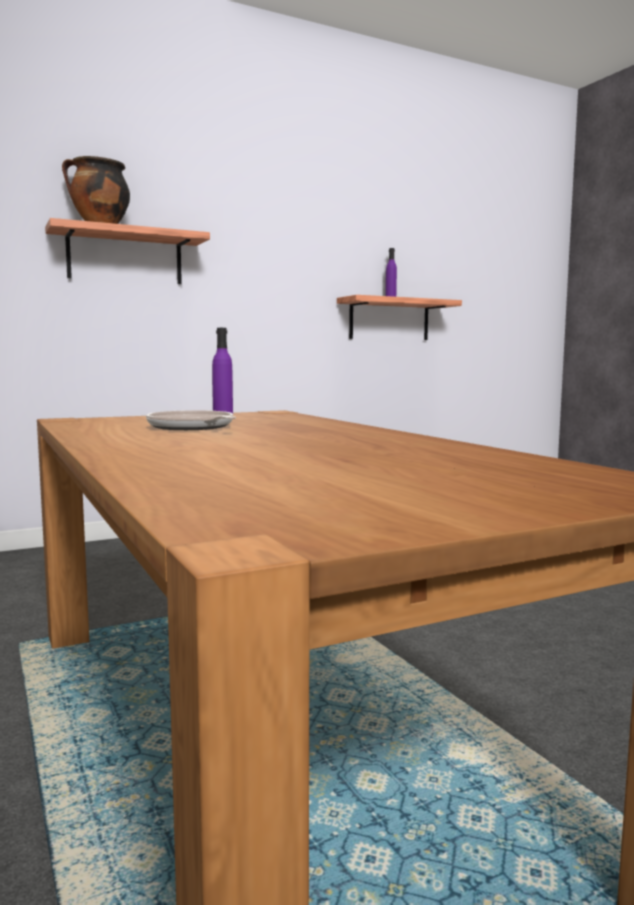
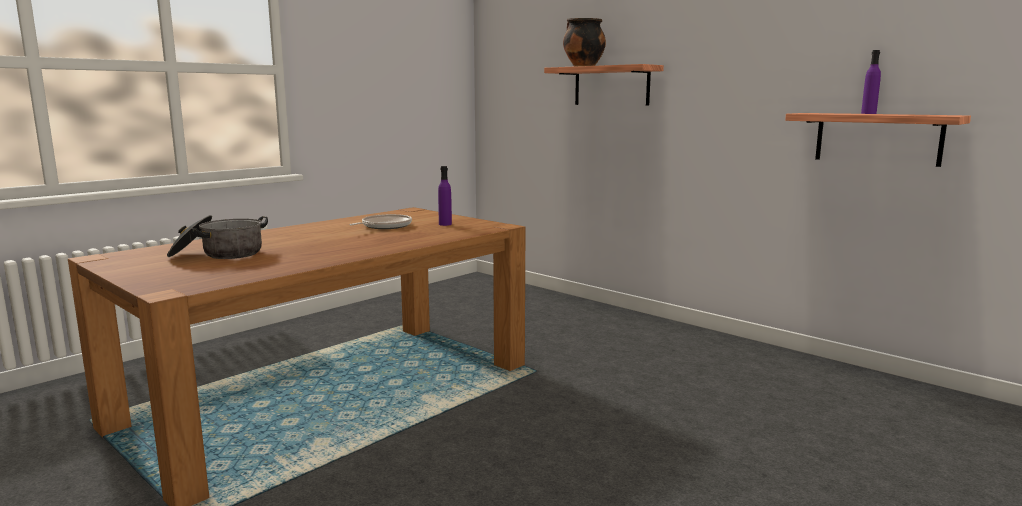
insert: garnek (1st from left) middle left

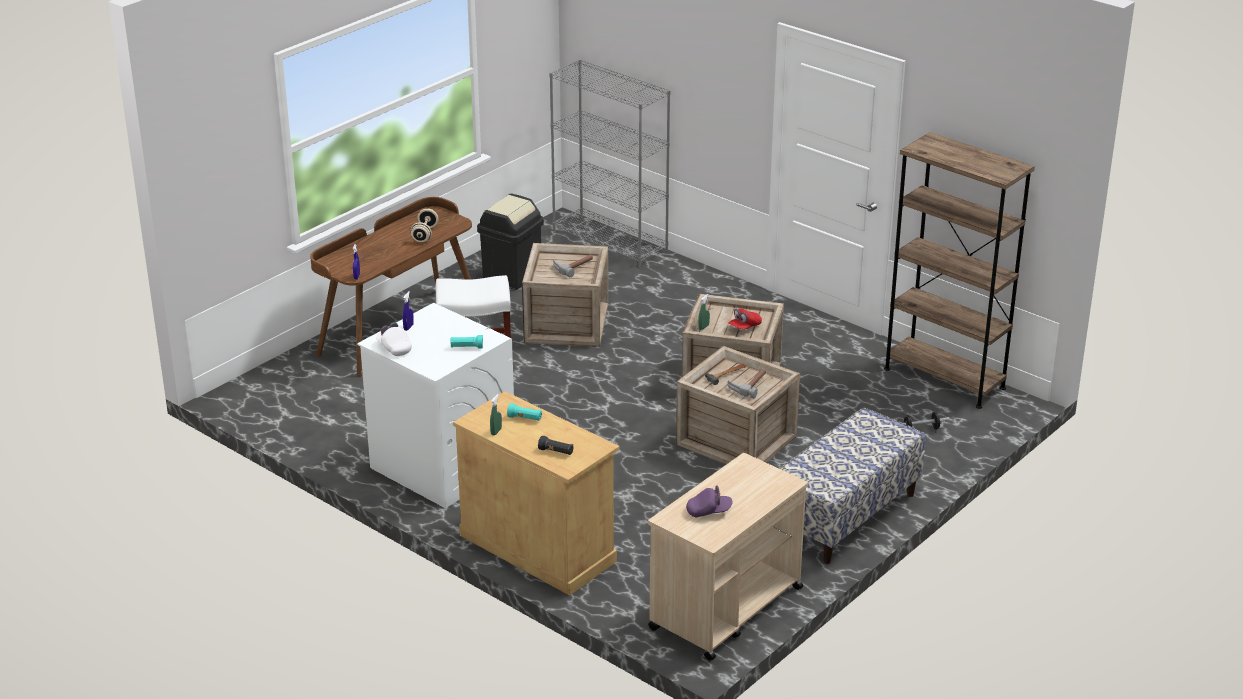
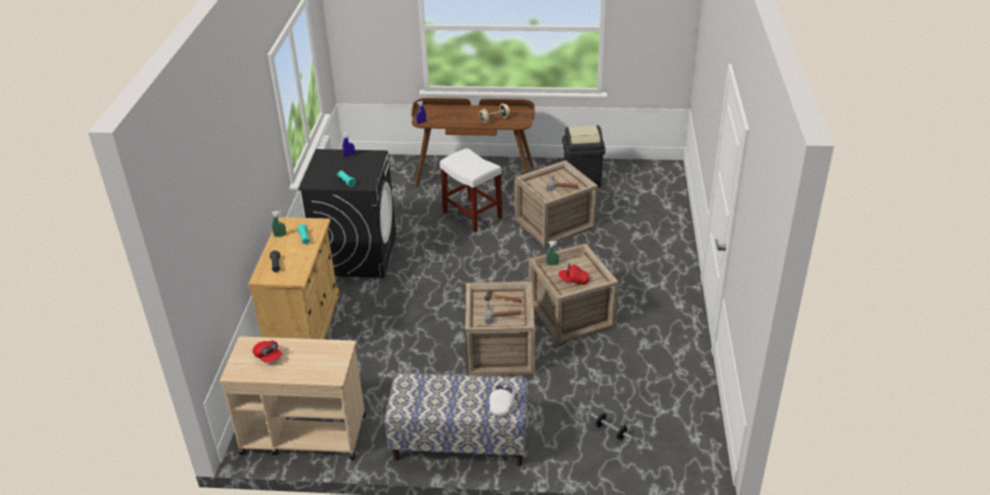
delete: regał/szary top centre; regał/brązowy middle right
move: czapka z daszkiem/biały middle left to bottom centre
recolor: pralka/biały centre to pralka/czarny centre; czapka z daszkiem/fioletowy bottom centre to czapka z daszkiem/czerwony (1st from left) bottom left

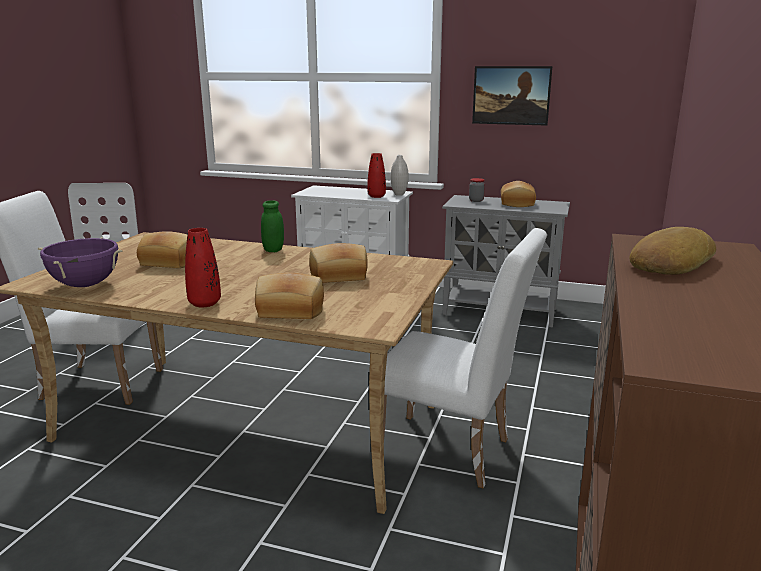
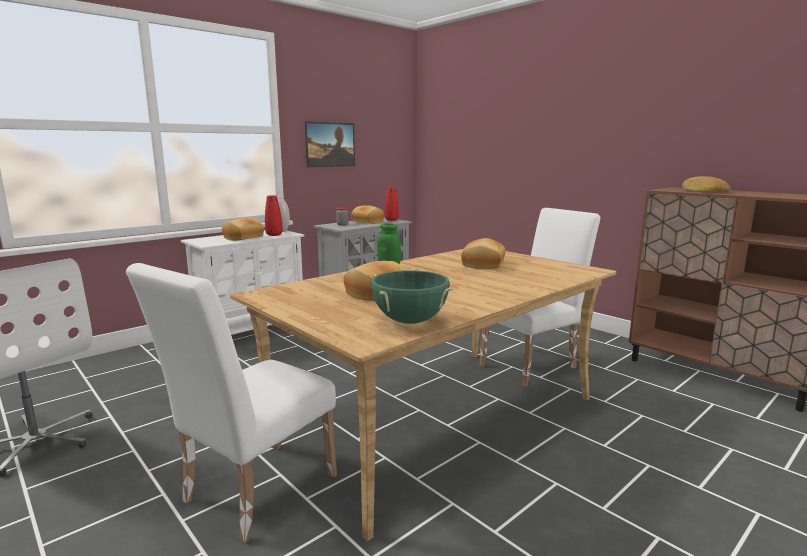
move: wazon/czerwony (1st from left in the first image) middle left to wazon/czerwony (2nd from left) centre; chleb (2nd from left in the first image) centre to chleb (1st from left) middle left
recolor: garnek/fioletowy middle left to garnek/zielony centre

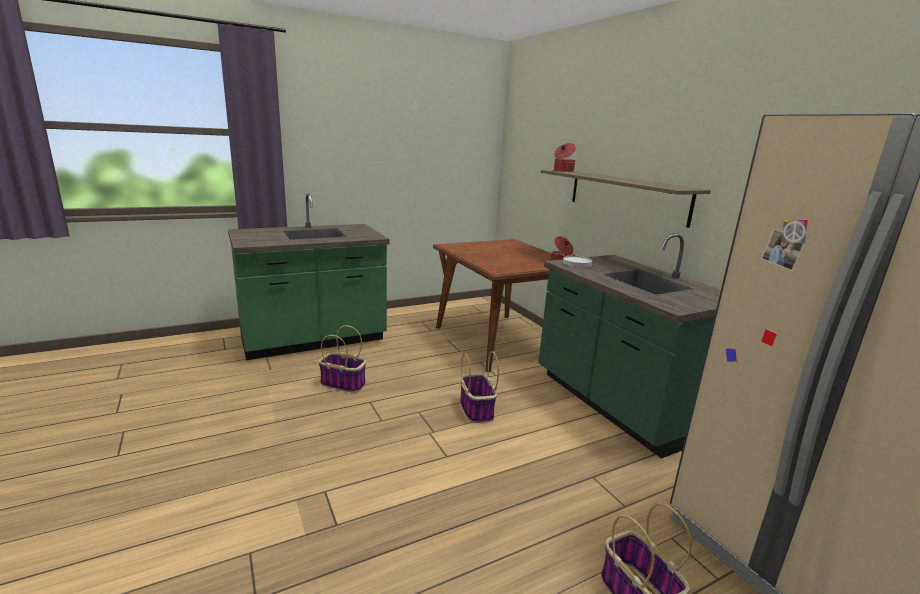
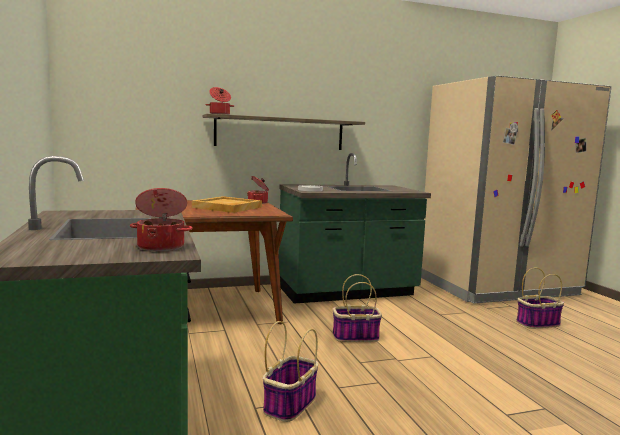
insert: garnek (1st from left) middle left; taca/beżowy centre

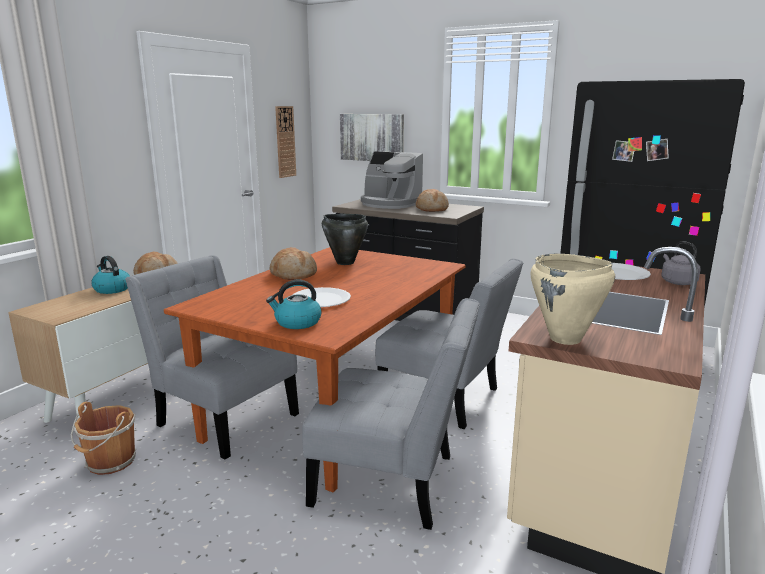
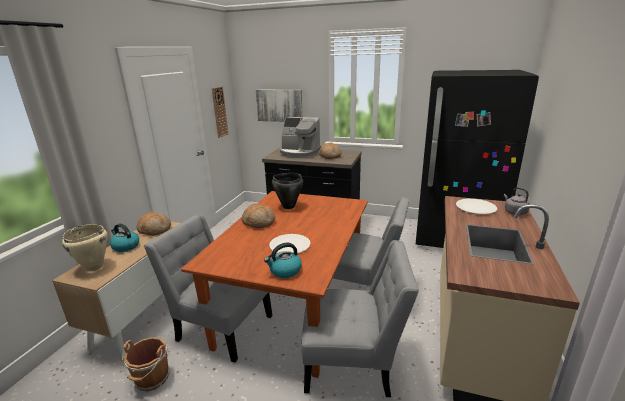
move: garnek/beżowy middle right to middle left

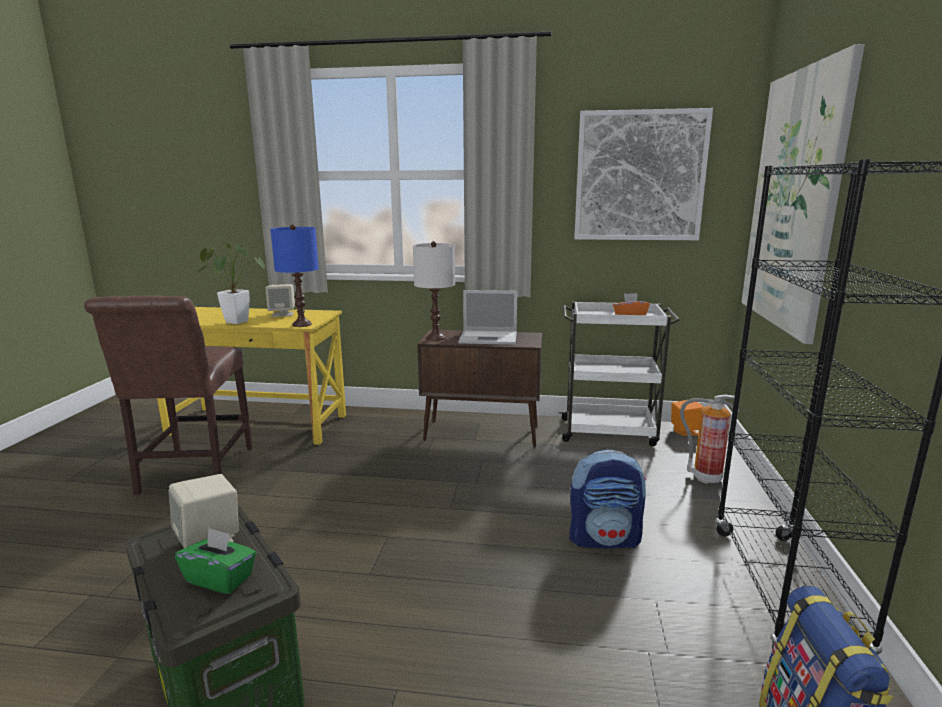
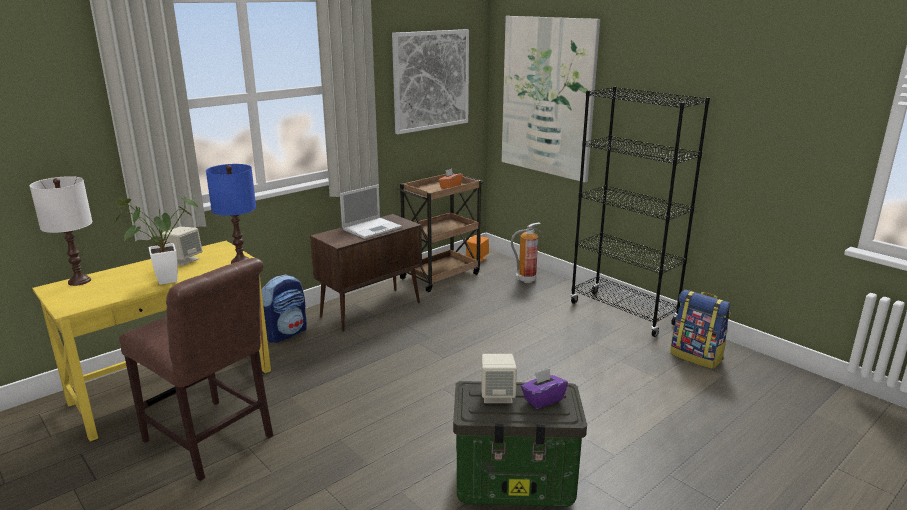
move: lampa stołowa/biały centre to middle left; plecak (1st from left) bottom centre to middle left
recolor: wózek/biały centre to wózek/brązowy centre; pudełko chusteczek/zielony bottom left to pudełko chusteczek/fioletowy bottom centre

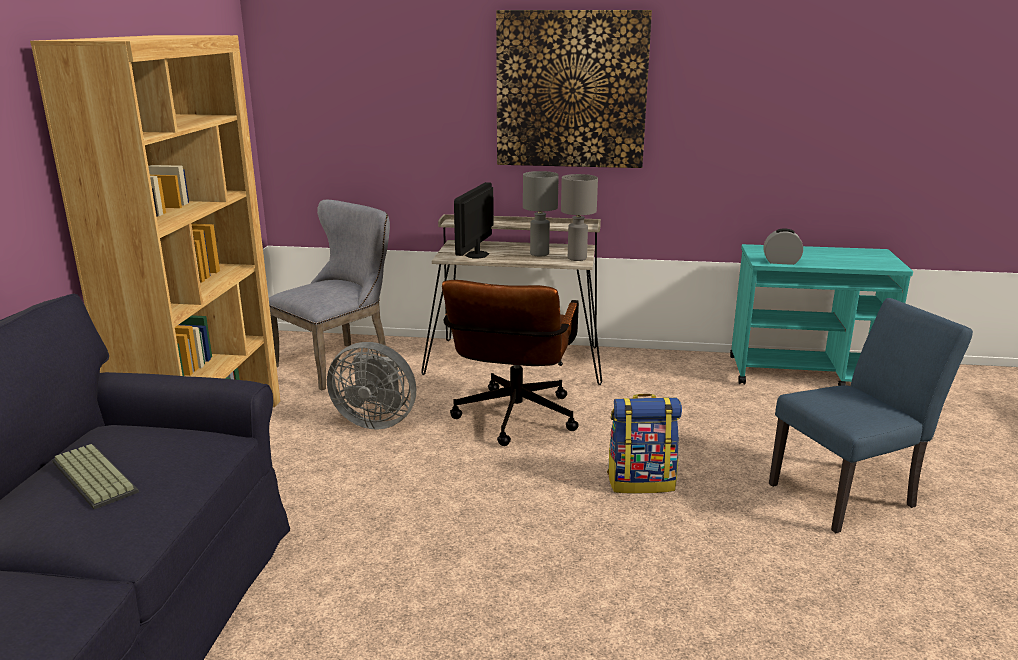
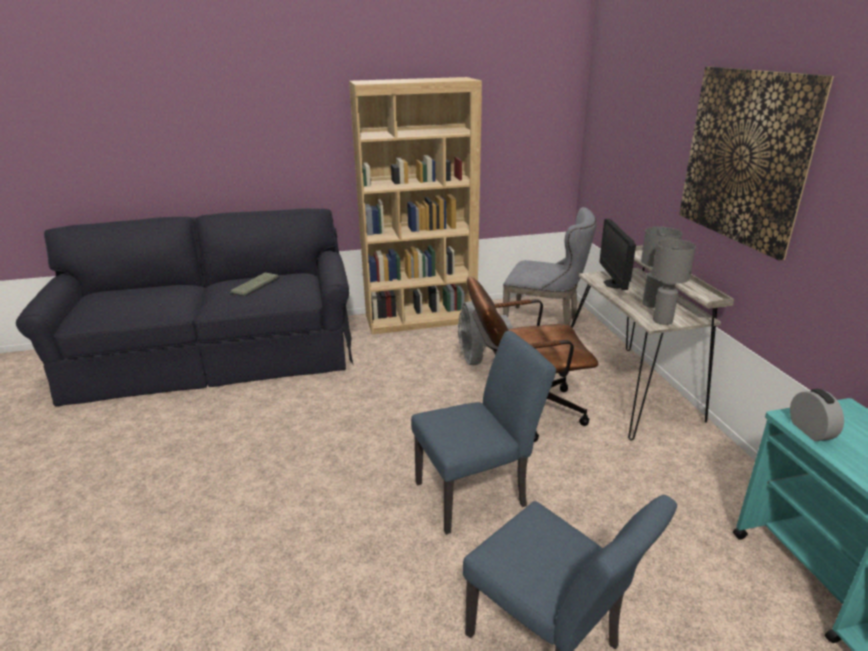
replace: plecak bottom centre to krzesło/niebieski (1st from left) centre
rotate: monitor centre = middle right 90 degrees counterclockwise

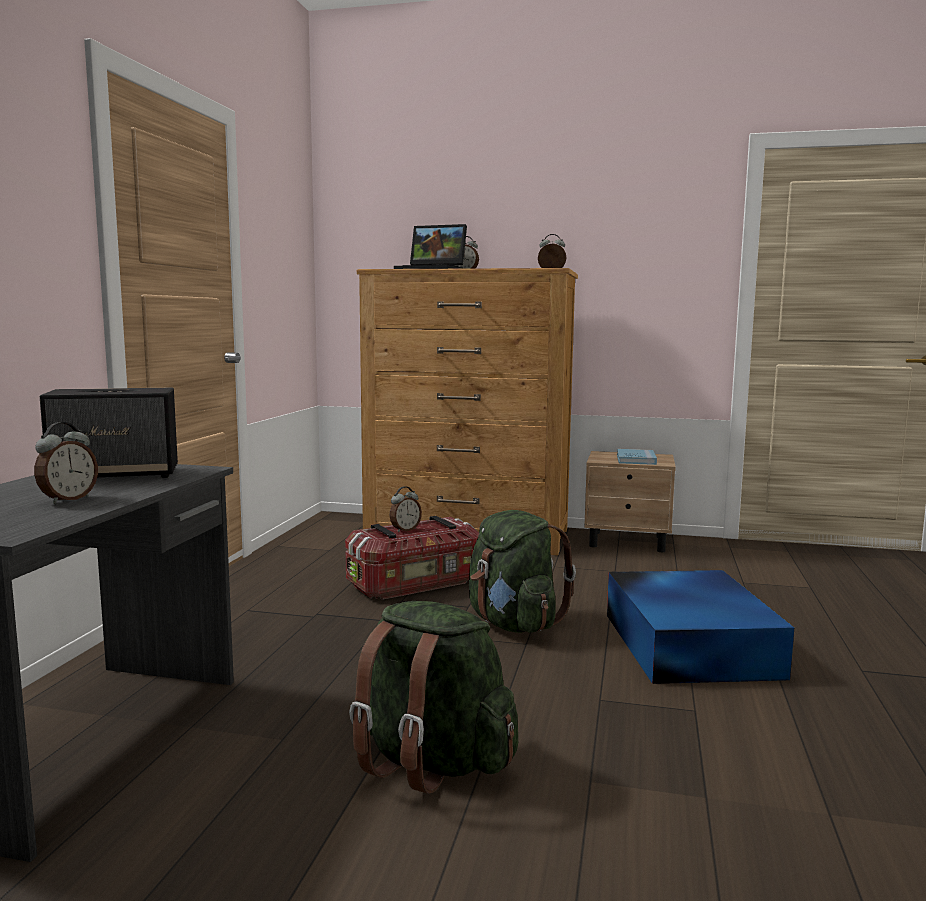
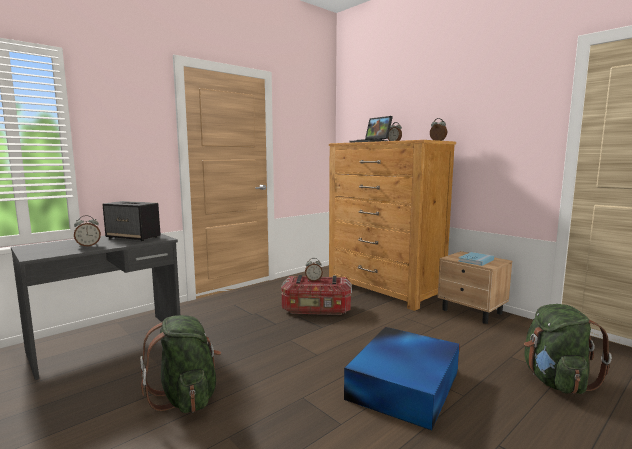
move: plecak/zielony (2nd from left) centre to bottom right

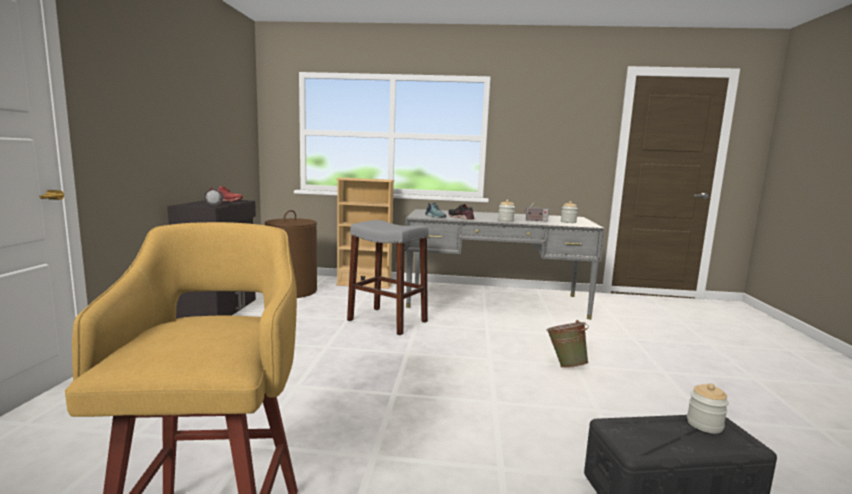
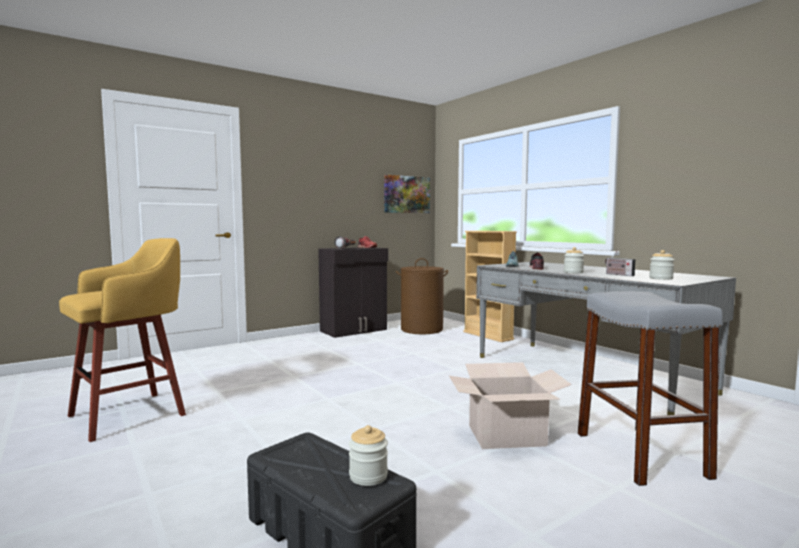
insert: obraz centre
move: stołek/szary centre to bottom right
replace: wiadro/zielony bottom centre to karton bottom centre

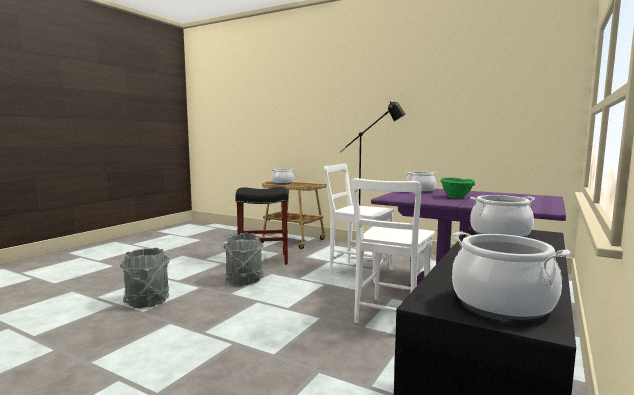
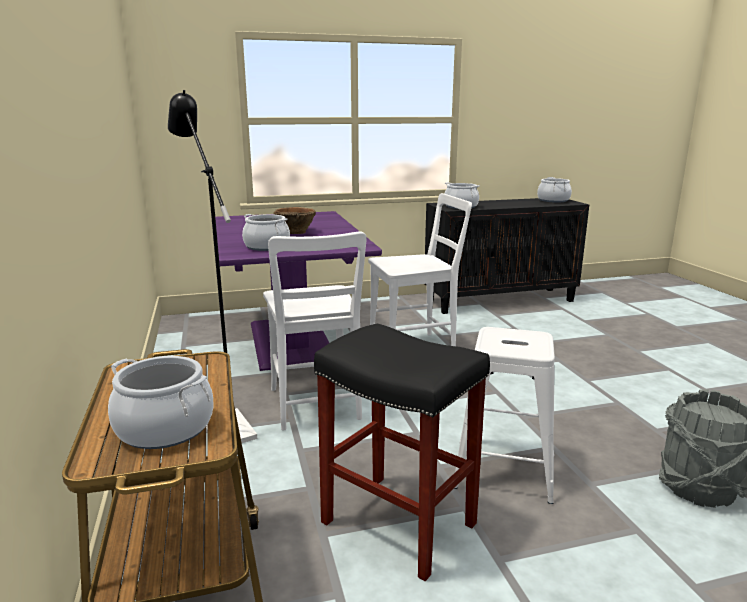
replace: wiadro/szary (2nd from left) centre to stołek/biały bottom right
recolor: miska/zielony middle right to miska/brązowy centre

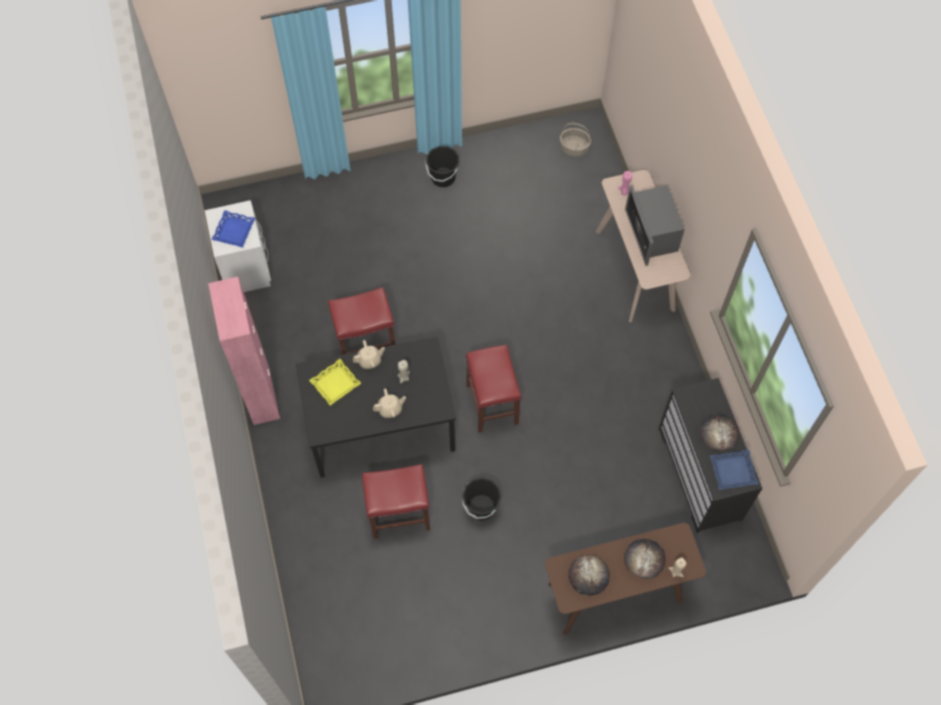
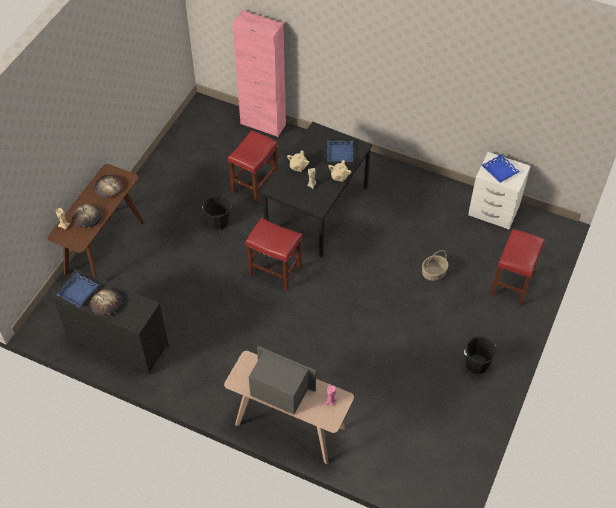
move: koszyk top centre to middle right; szafka/różowy middle left to top centre; stołek/czerwony (1st from left in the first image) centre to stołek/czerwony (3rd from left) middle right
recolor: taca/żółty centre to taca/niebieski (2nd from left) top centre

